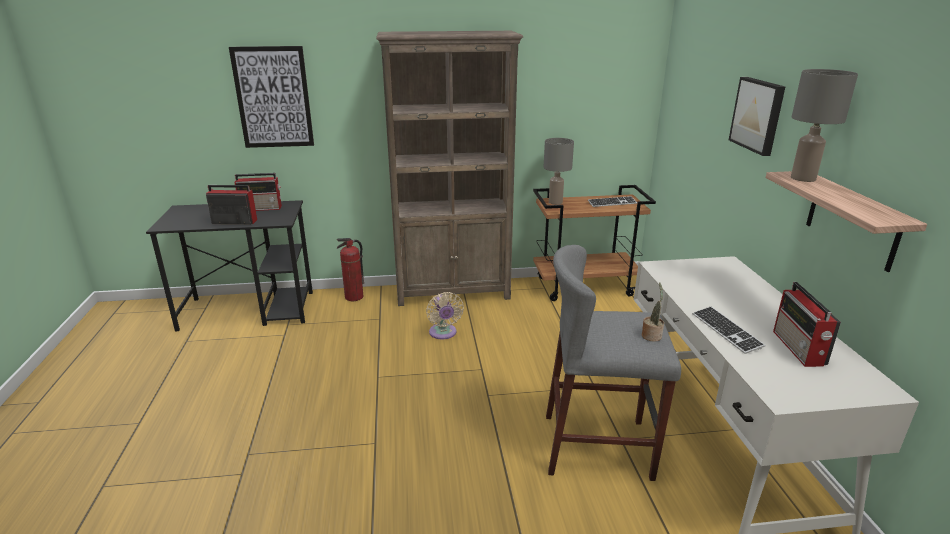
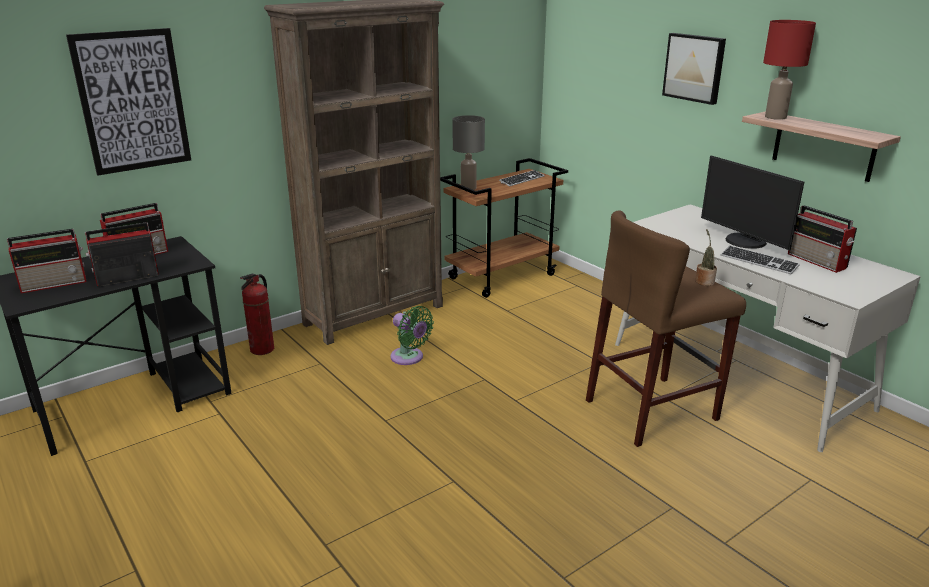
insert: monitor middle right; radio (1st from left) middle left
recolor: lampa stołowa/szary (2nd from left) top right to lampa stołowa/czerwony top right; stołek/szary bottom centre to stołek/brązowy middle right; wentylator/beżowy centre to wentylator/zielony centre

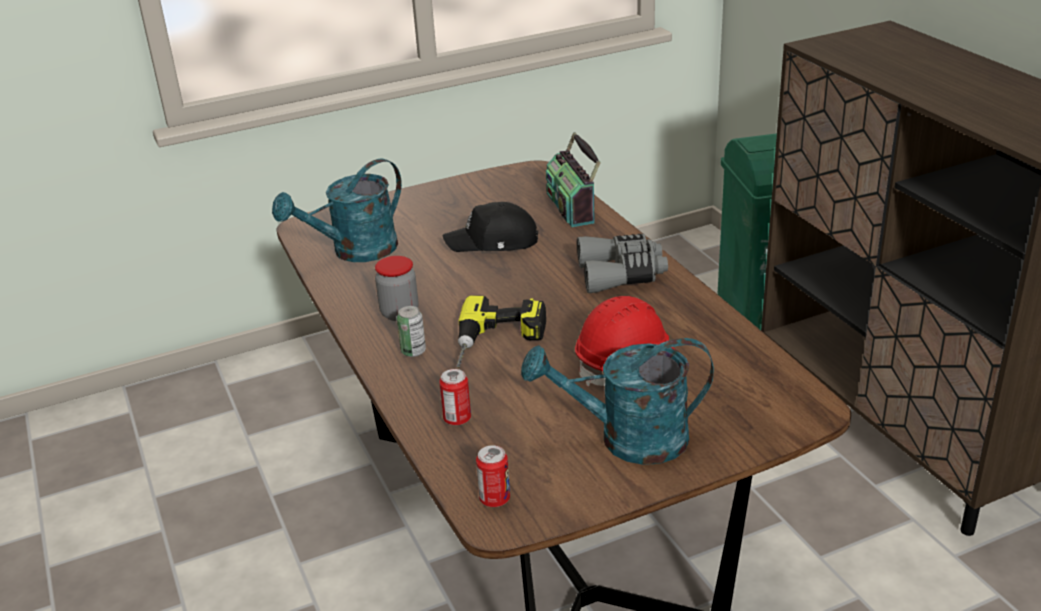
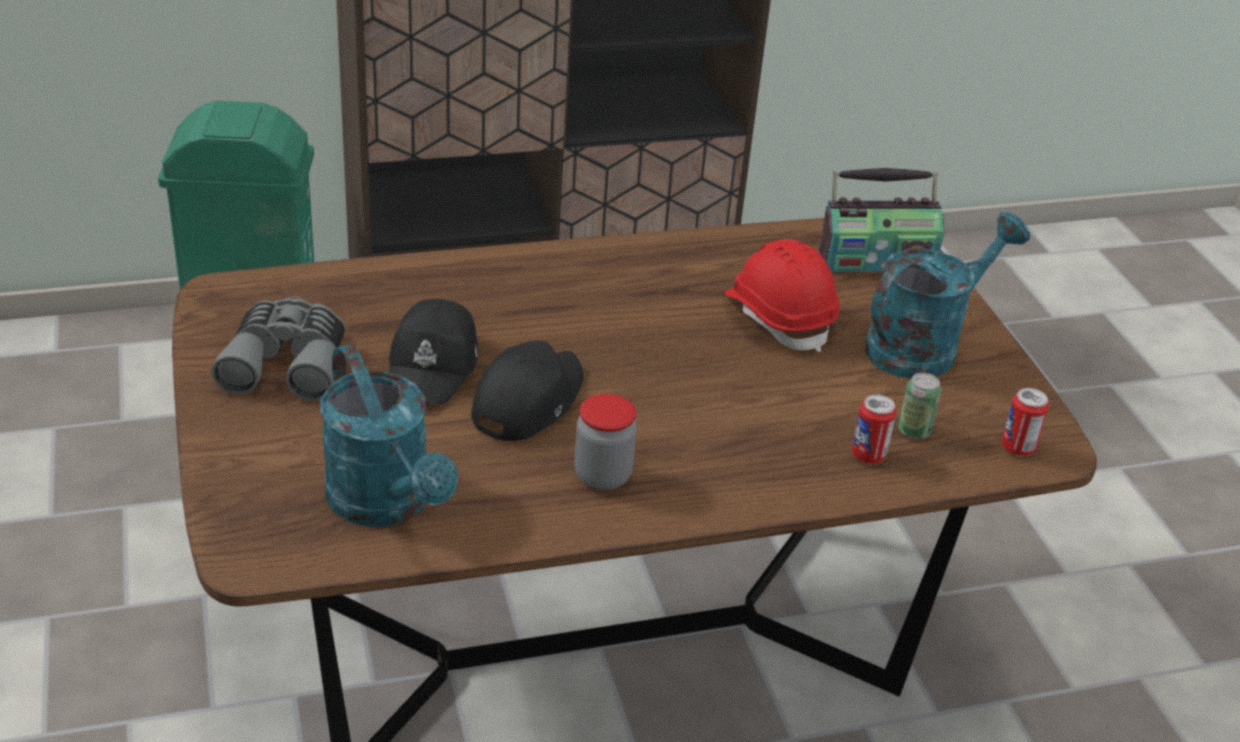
delete: wiertarka centre
insert: czapka z daszkiem/czarny (2nd from left) centre
move: radio top centre to top right; lornetka/szary centre to middle left; puszka (1st from left in the first image) centre to puszka (2nd from left) middle right
rotate: konewka/turkusowy (2nd from left) centre = middle right 135 degrees counterclockwise

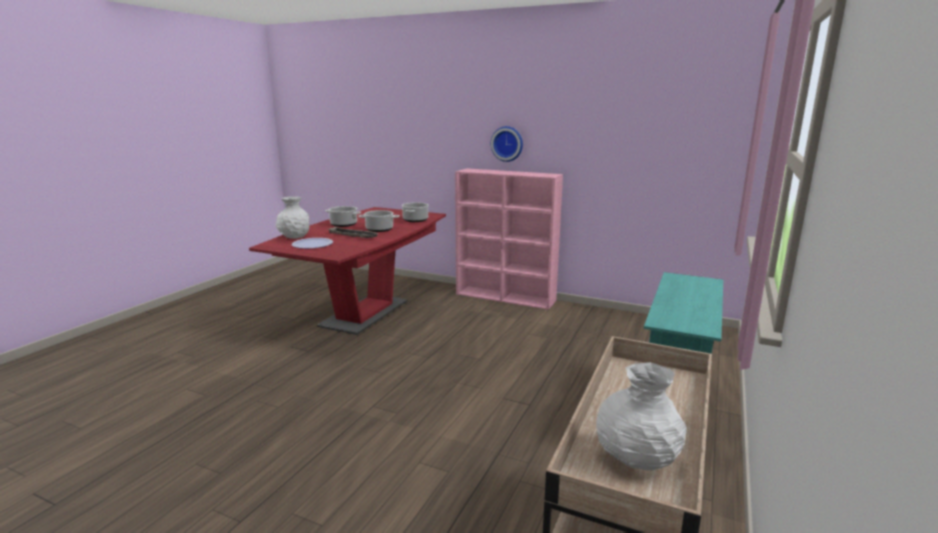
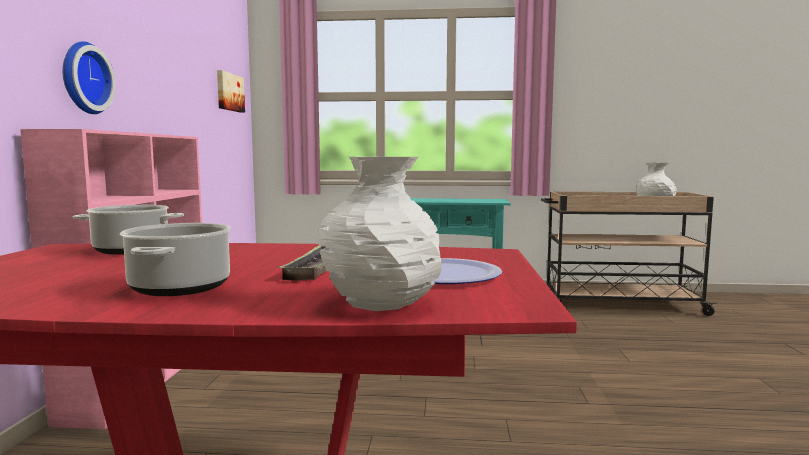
delete: garnek (2nd from left) centre
insert: obraz top left

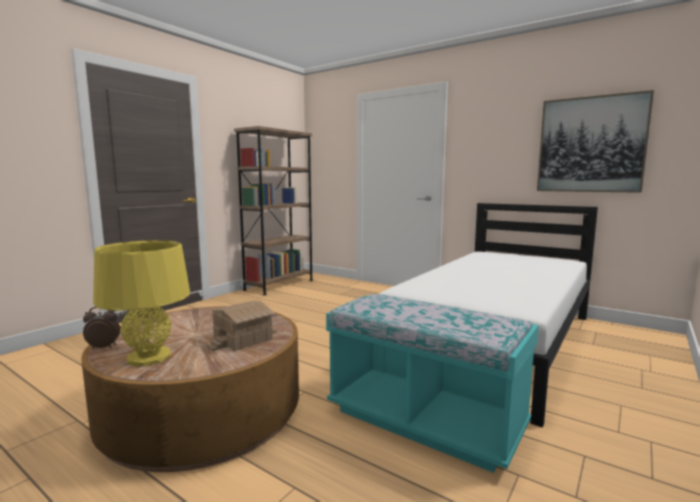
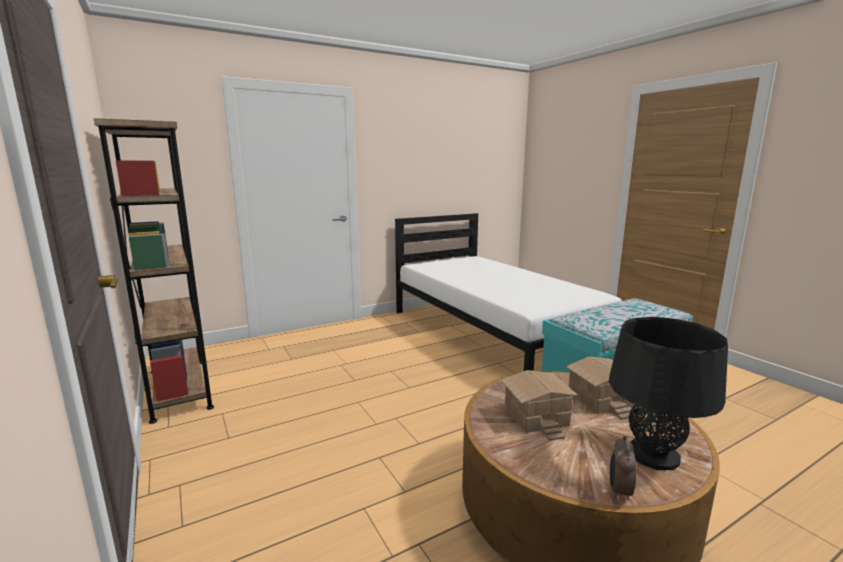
delete: obraz top right
insert: domek (1st from left) bottom centre
recolor: lampa stołowa/żółty middle left to lampa stołowa/czarny bottom right

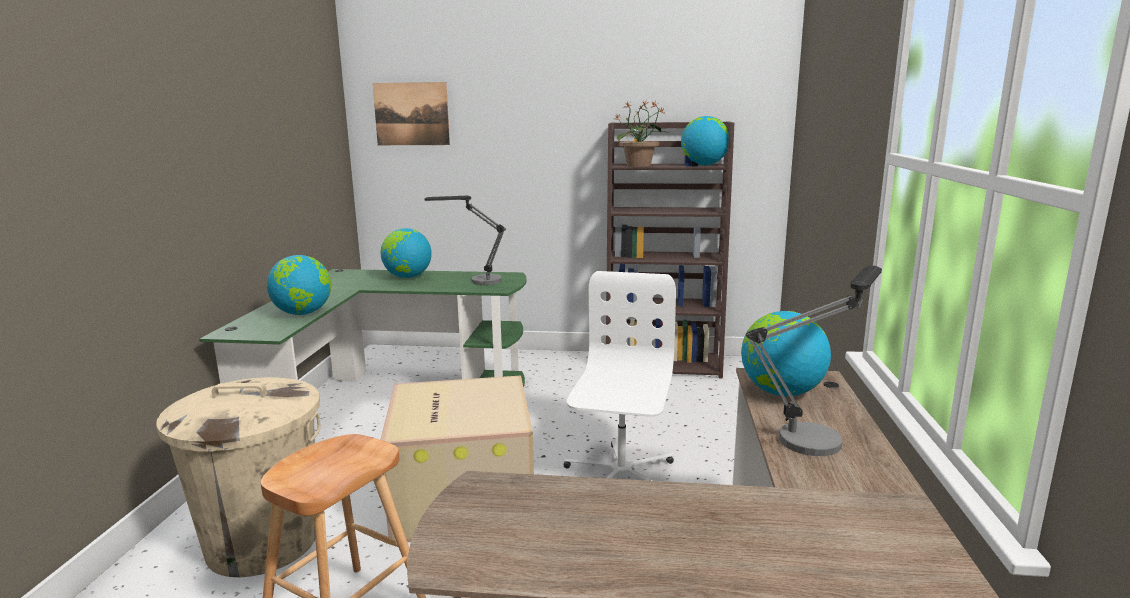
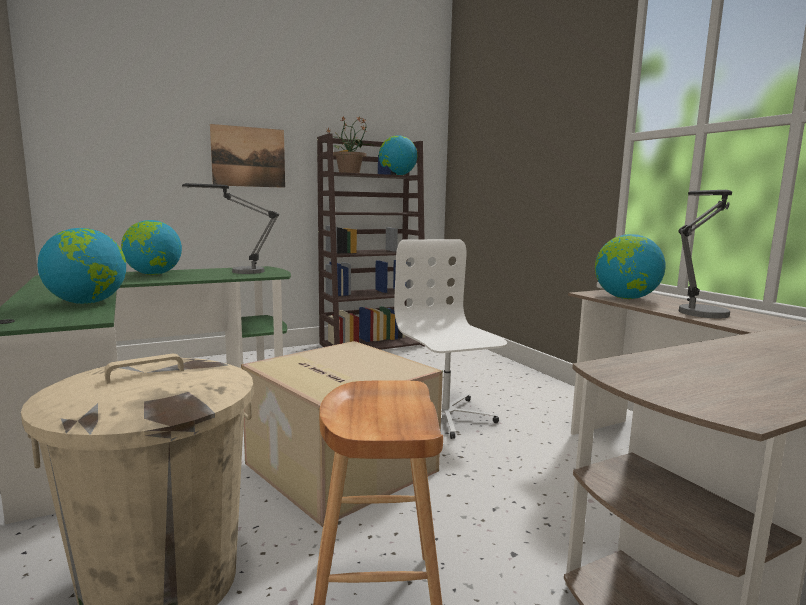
move: obraz top centre to top left

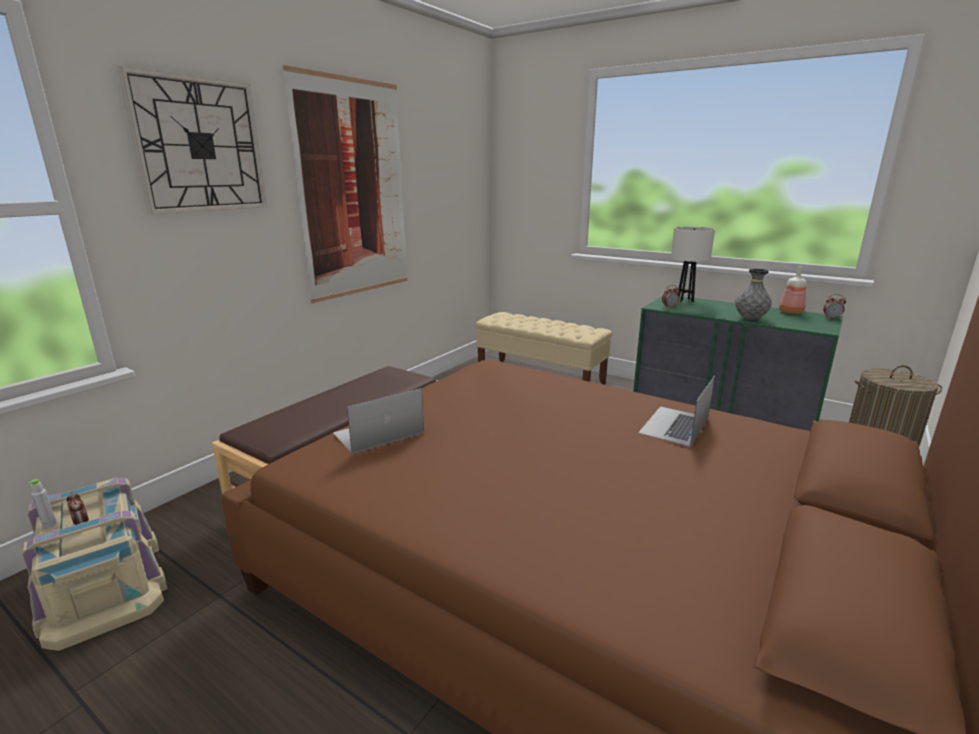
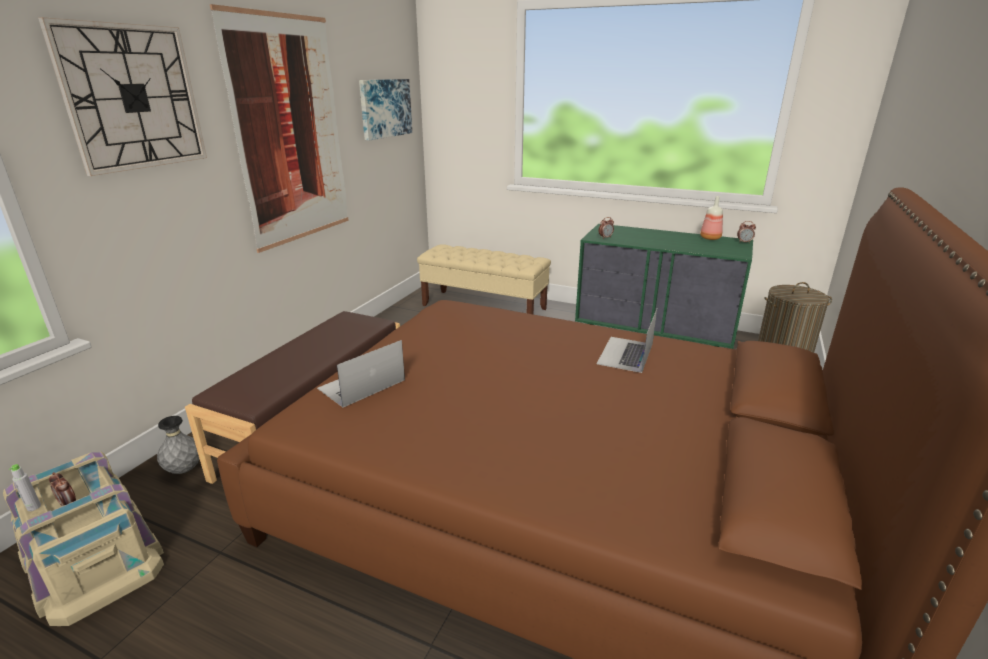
delete: lampa stołowa/biały middle right
insert: obraz (2nd from left) top centre
move: wazon/szary middle right to bottom left

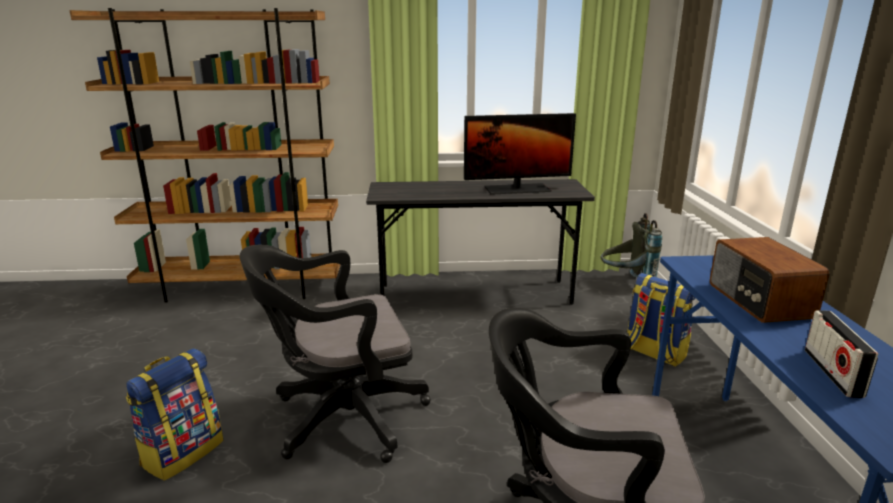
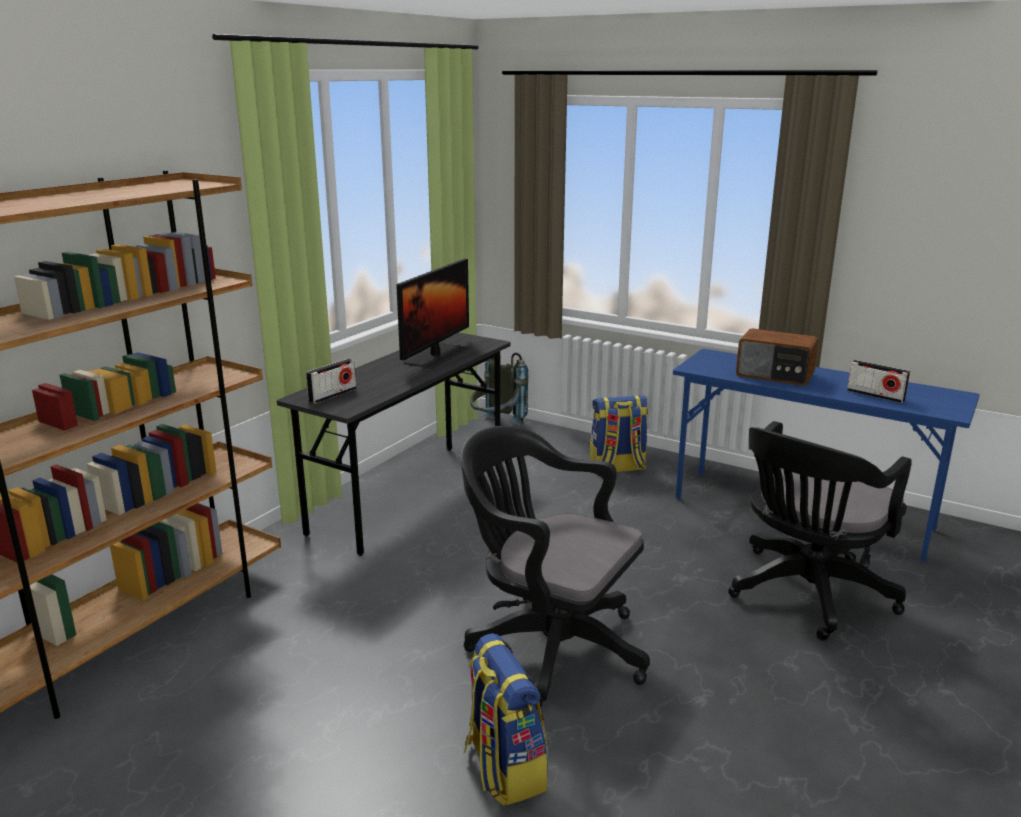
insert: radio (1st from left) middle left
rotate: krzesło biurowe/czarny (1st from left) bottom centre = bottom centre 105 degrees clockwise

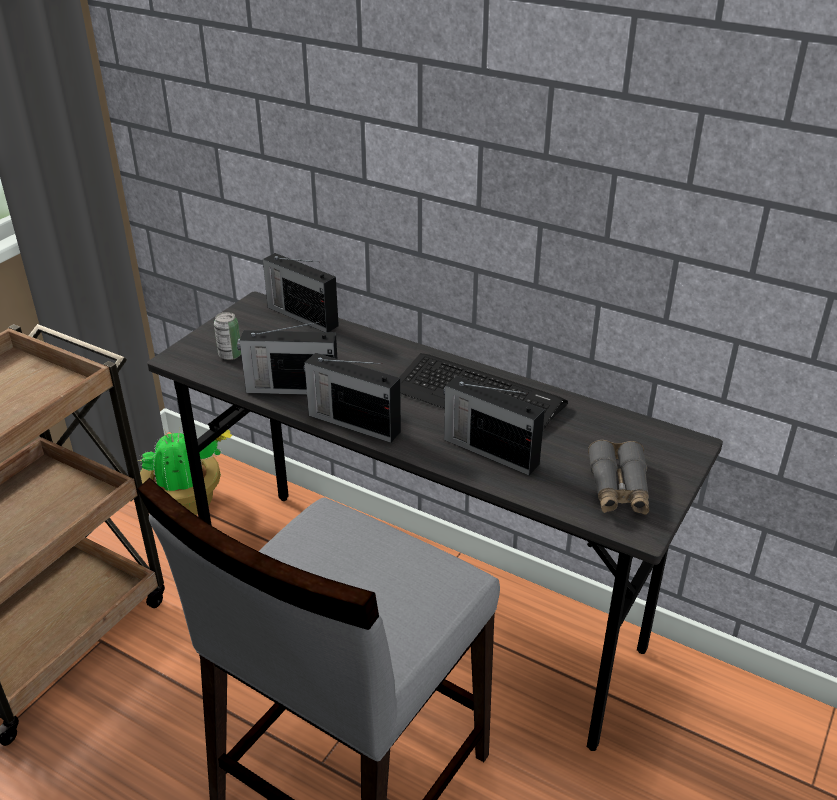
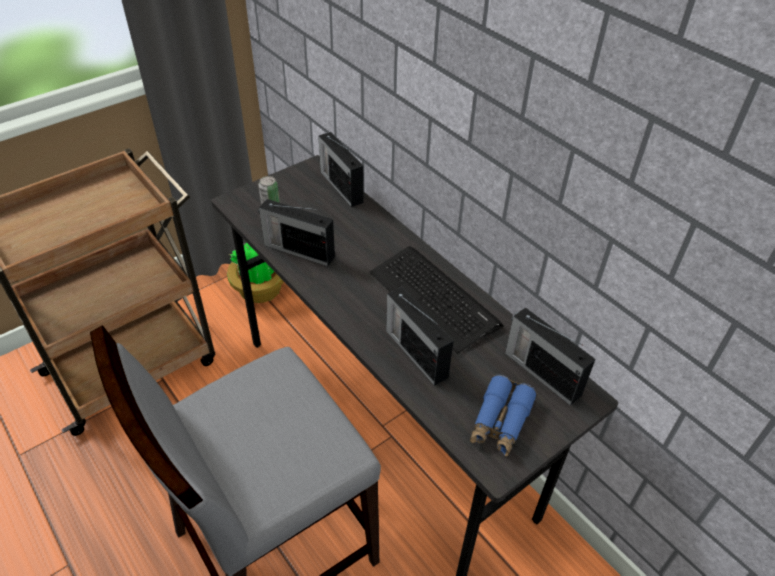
move: radio (3rd from left in the first image) centre to radio (4th from left) middle right
recolor: lornetka/szary middle right to lornetka/niebieski bottom centre

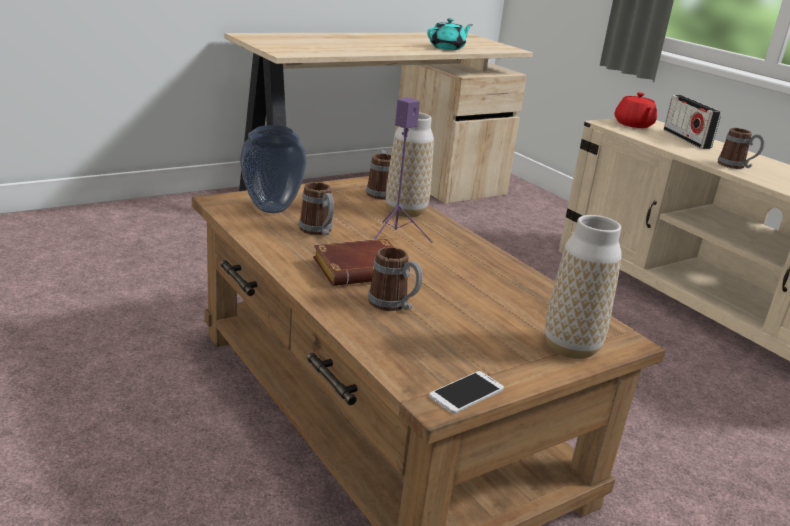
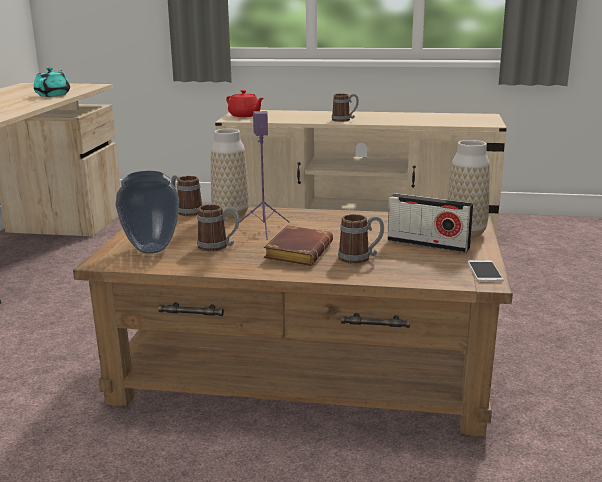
move: radio top right to middle right

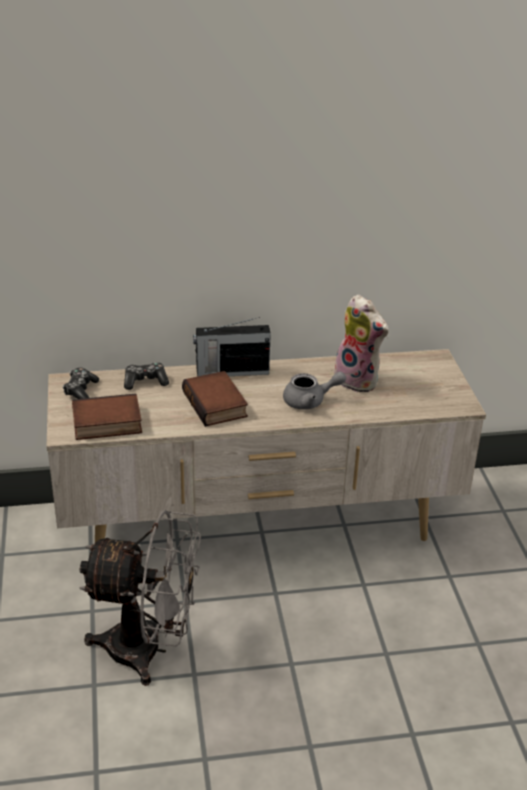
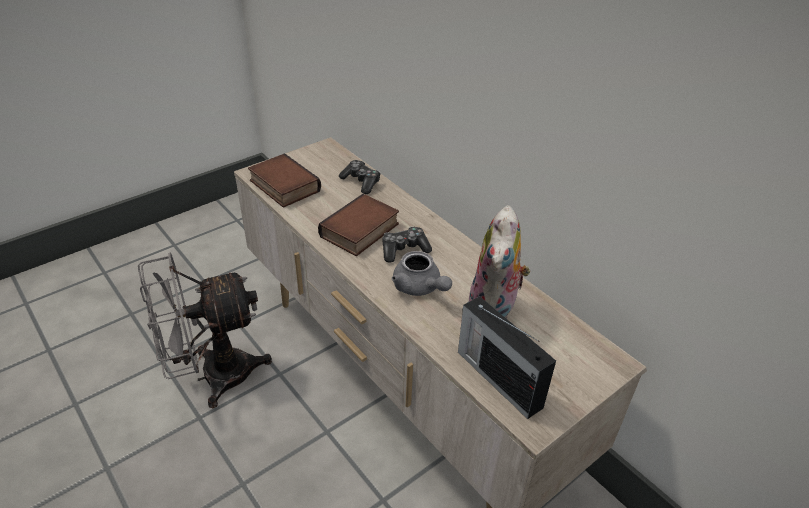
move: radio centre to bottom centre; pad do gier (1st from left in the first image) middle left to pad do gier (2nd from left) centre
rotate: wentylator/szary bottom left = middle left 90 degrees clockwise

